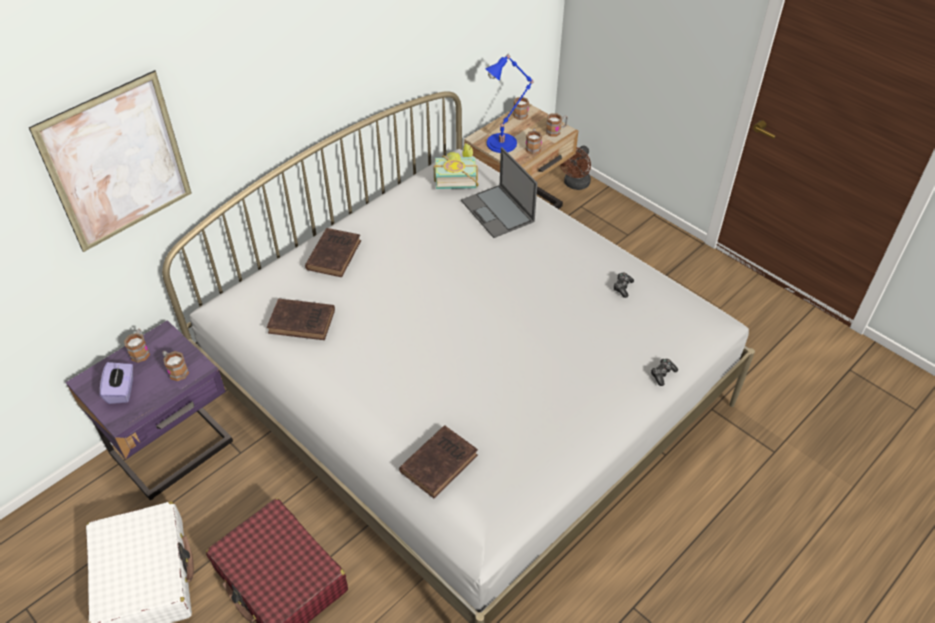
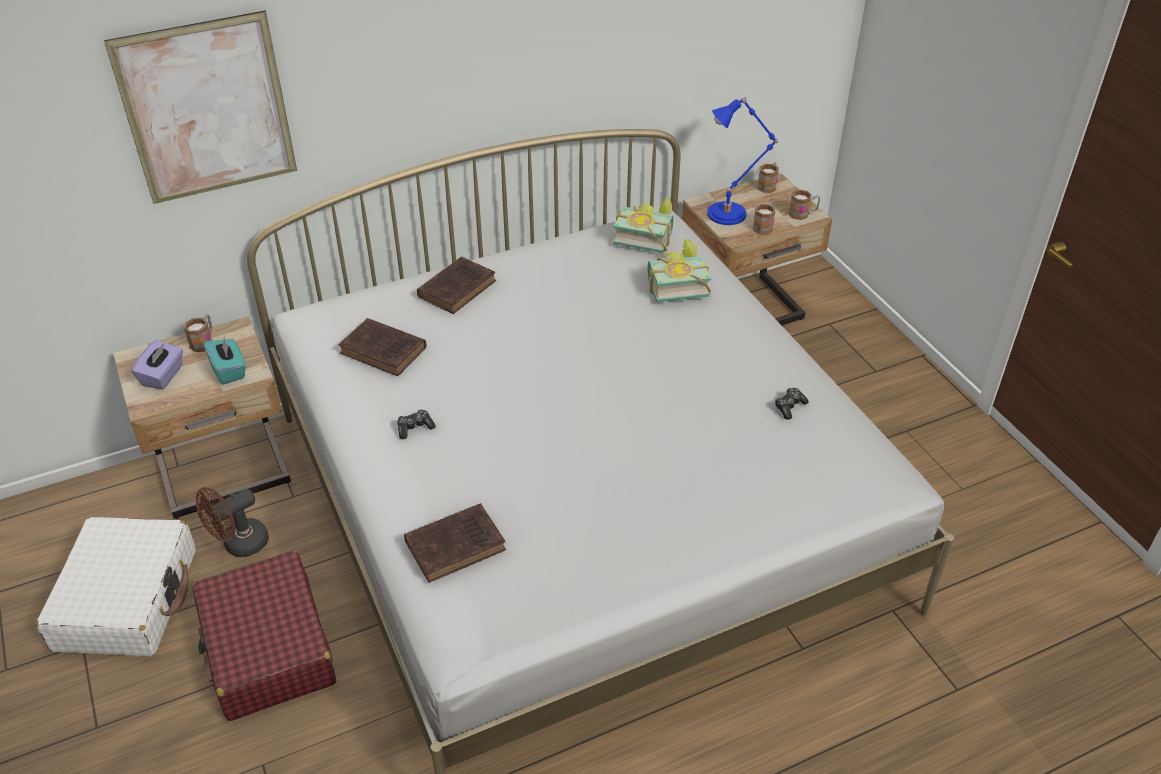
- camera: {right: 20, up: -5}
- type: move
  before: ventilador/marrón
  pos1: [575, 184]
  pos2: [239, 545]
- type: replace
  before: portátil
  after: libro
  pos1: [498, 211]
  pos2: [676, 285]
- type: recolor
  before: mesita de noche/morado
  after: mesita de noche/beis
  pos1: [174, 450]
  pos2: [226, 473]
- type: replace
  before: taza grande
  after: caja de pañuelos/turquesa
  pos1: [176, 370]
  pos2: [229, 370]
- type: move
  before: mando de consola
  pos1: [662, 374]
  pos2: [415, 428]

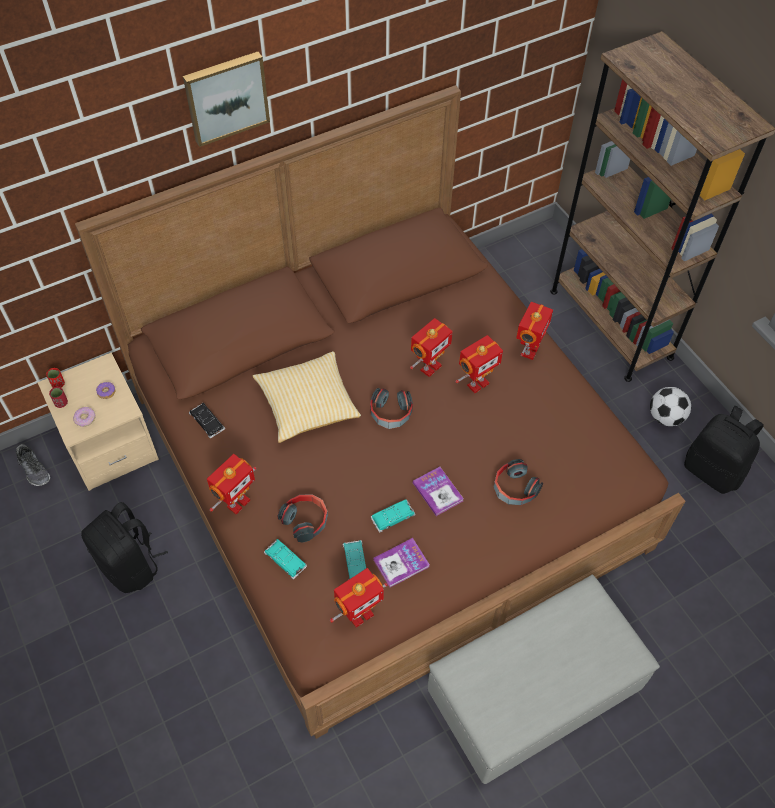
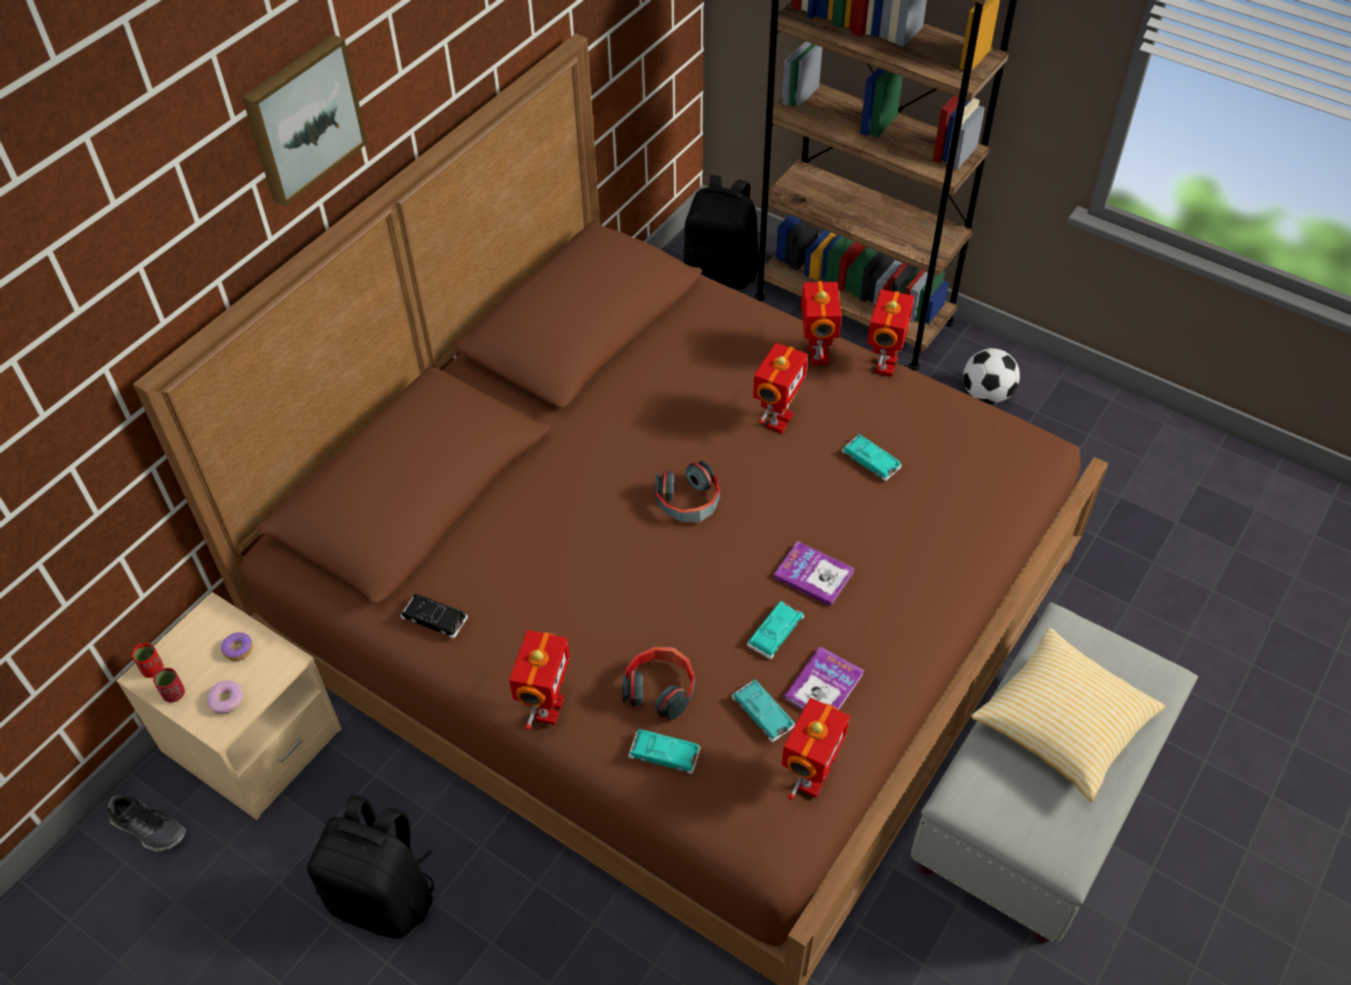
- camera: {right: -25, up: -5}
- type: move
  before: robot de juguete
  pos1: [429, 367]
  pos2: [884, 365]
- type: move
  before: cojín
  pos1: [307, 405]
  pos2: [1062, 725]
- type: move
  before: mochila/negro
  pos1: [713, 470]
  pos2: [721, 272]
- type: delete
  before: auriculares
  pos1: [514, 489]
- type: insert
  after: coche de juguete/turquesa
  pos2: [871, 460]

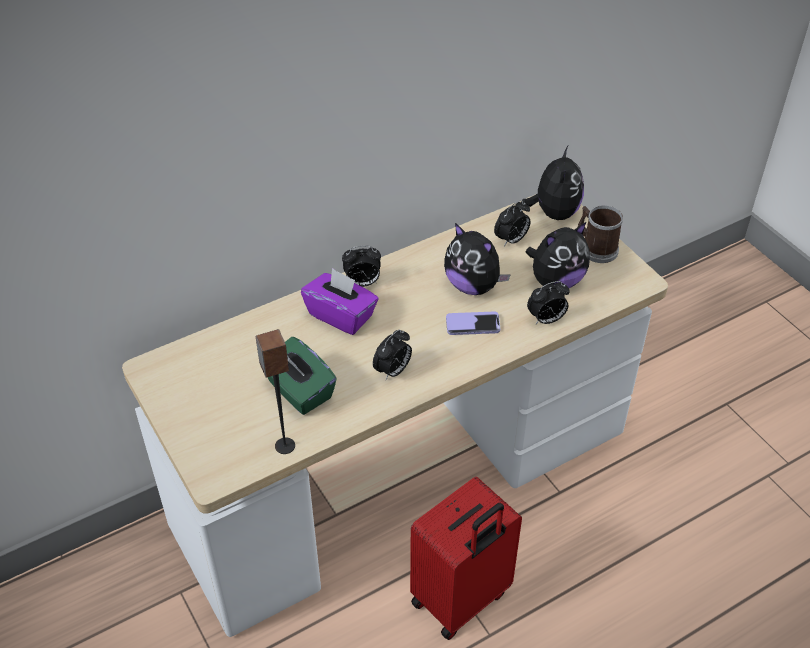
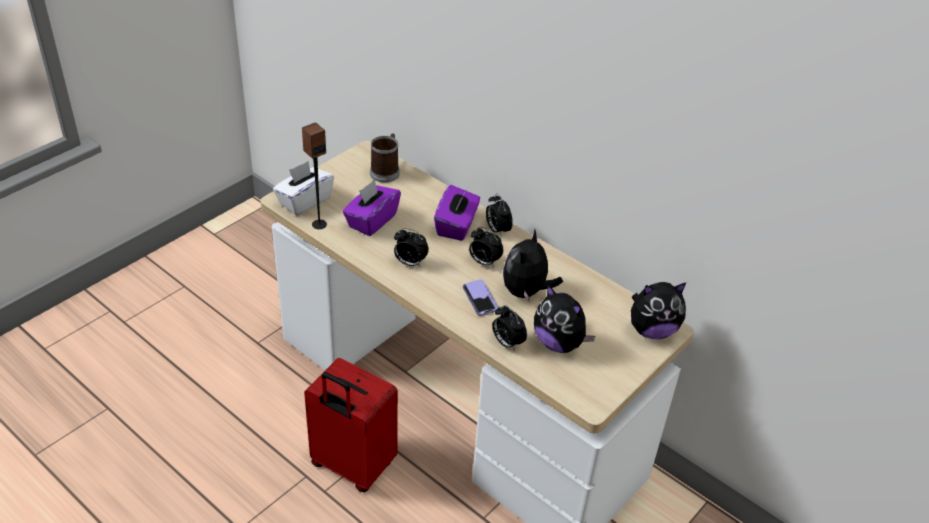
- camera: {right: 70, up: -5}
- type: move
  before: despertador
  pos1: [511, 240]
  pos2: [484, 262]
- type: move
  before: taza grande
  pos1: [595, 248]
  pos2: [386, 171]
- type: recolor
  before: caja de pañuelos/verde
  after: caja de pañuelos/morado
  pos1: [299, 391]
  pos2: [371, 221]
- type: insert
  after: caja de pañuelos/blanco
  pos2: [304, 201]

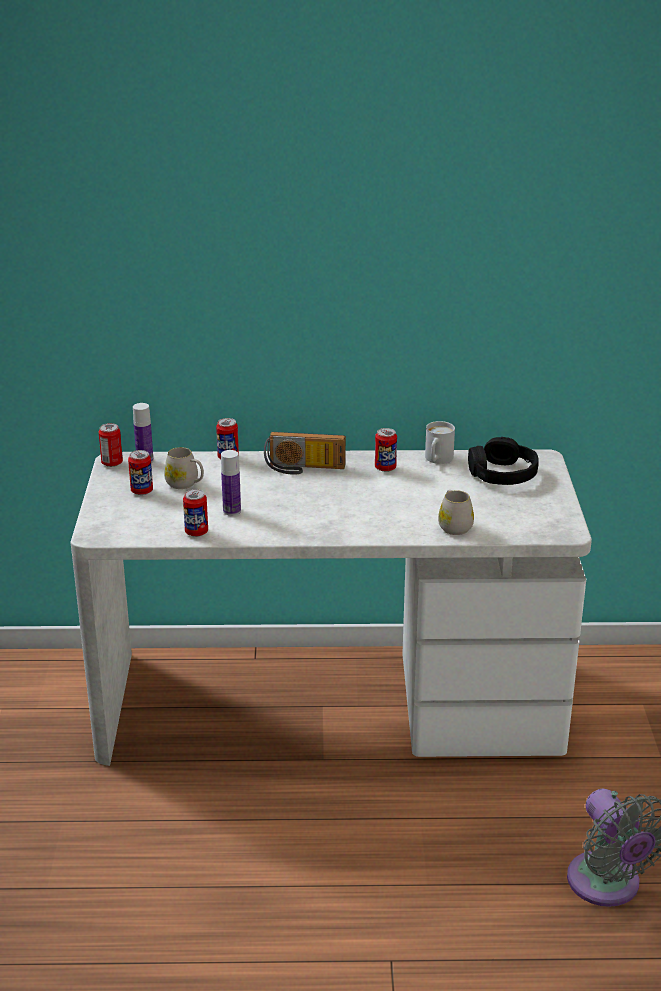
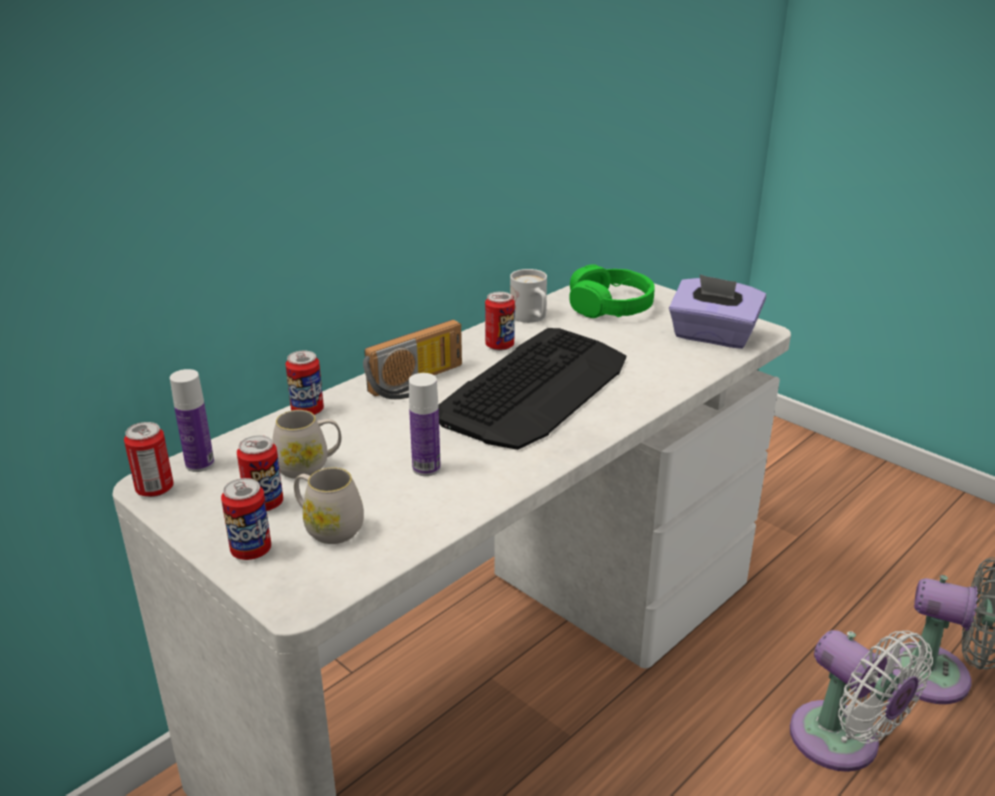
- camera: {right: -45, up: 0}
- type: recolor
  before: auriculares/negro
  after: auriculares/verde
  pos1: [502, 474]
  pos2: [610, 306]
- type: move
  before: lata
  pos1: [196, 532]
  pos2: [251, 551]
- type: move
  before: taza grande/blanco
  pos1: [453, 525]
  pos2: [328, 527]
- type: insert
  after: caja de pañuelos/morado
  pos2: [712, 336]
- type: insert
  after: teclado
  pos2: [536, 388]
- type: insert
  after: ventilador/blanco
  pos2: [842, 743]

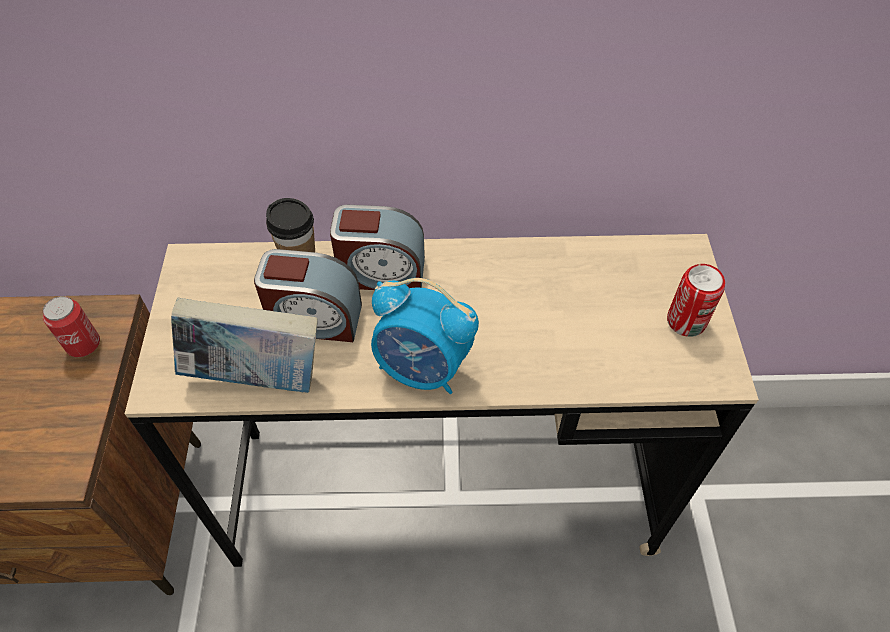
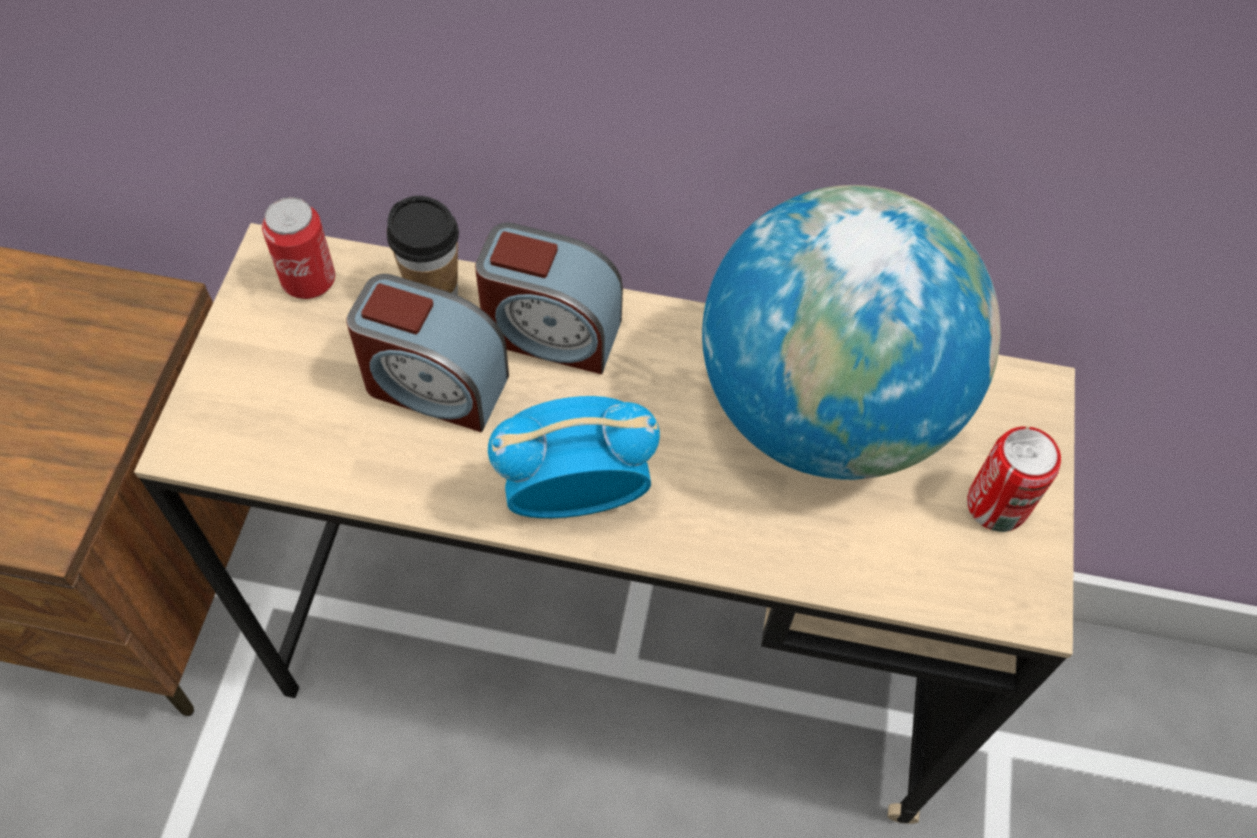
- camera: {right: 10, up: 5}
- type: rotate
  before: despertador
  pos1: [423, 369]
  pos2: [573, 496]
  turn: 135
- type: move
  before: lata
  pos1: [84, 345]
  pos2: [309, 281]
- type: delete
  before: libro
  pos1: [257, 377]
- type: insert
  after: globo terráqueo
  pos2: [823, 409]

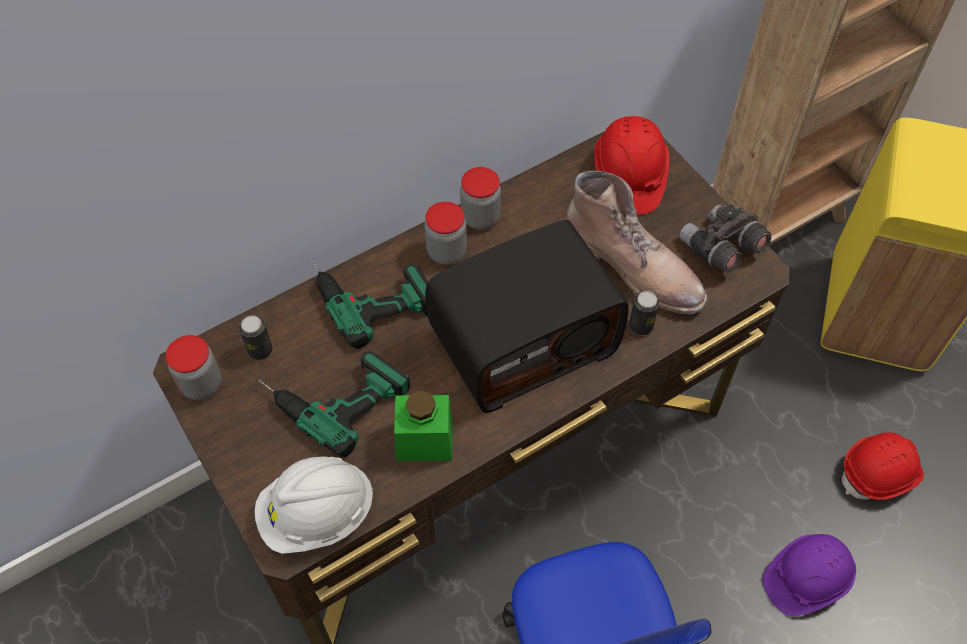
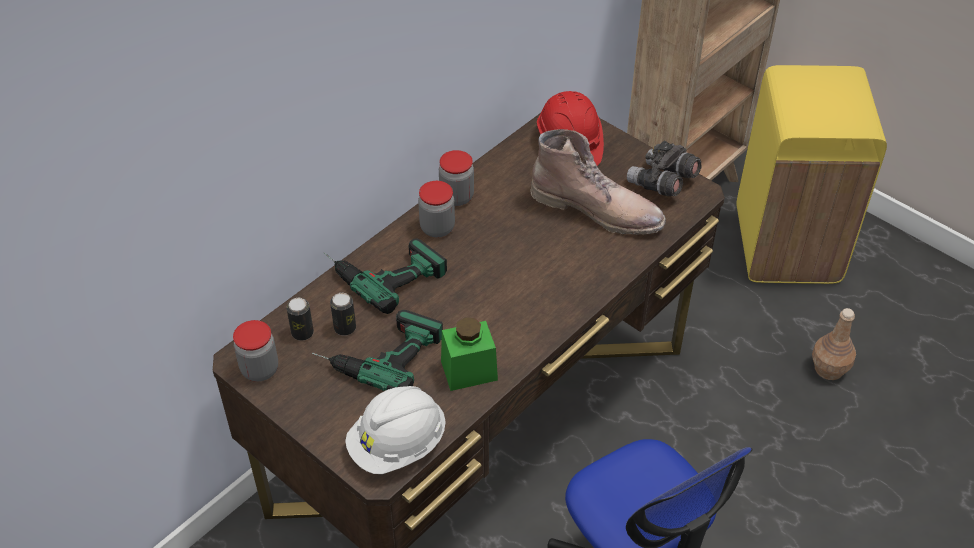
- camera: {right: -15, up: -10}
- type: delete
  before: radio
  pos1: [523, 339]
- type: move
  before: lata
  pos1: [641, 326]
  pos2: [345, 328]
- type: replace
  before: casco/rojo
  after: botella/marrón
  pos1: [880, 473]
  pos2: [829, 369]
- type: delete
  before: casco/morado
  pos1: [806, 578]

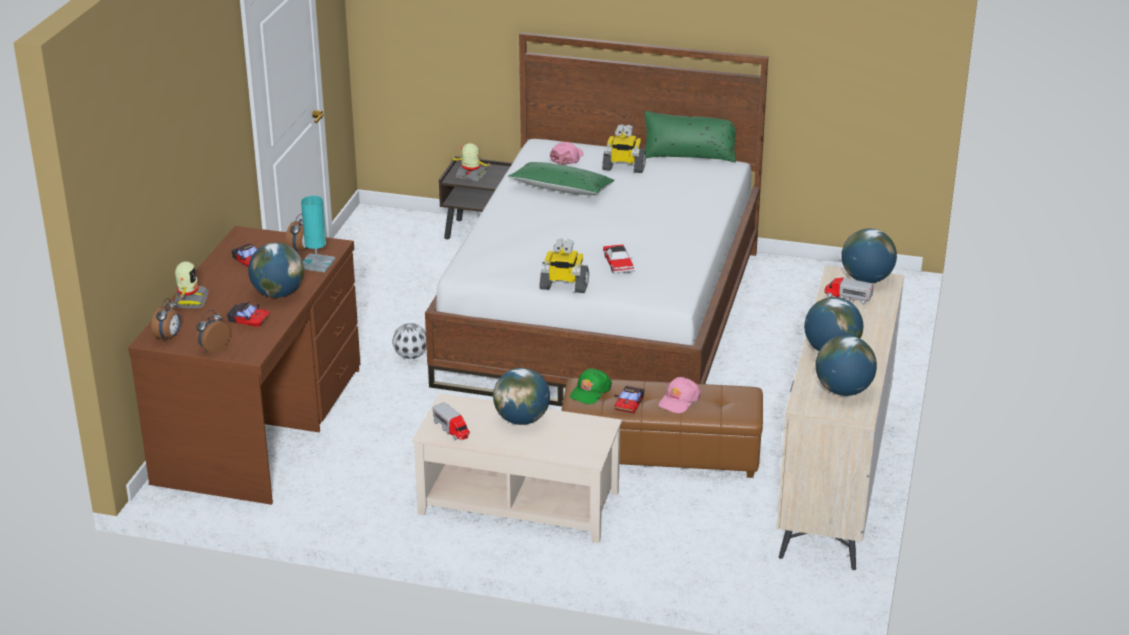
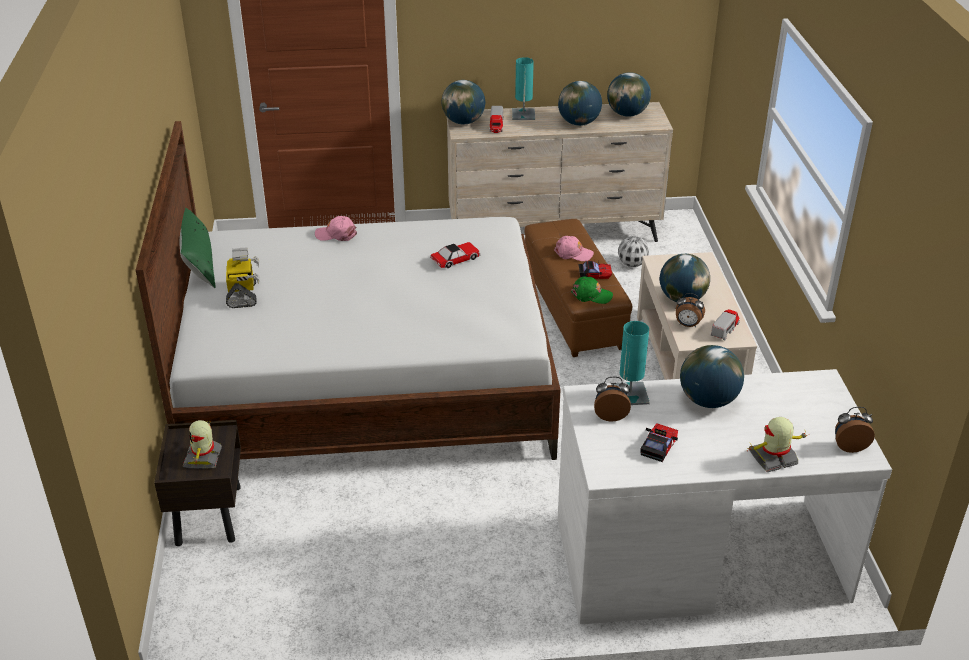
- camera: {right: -110, up: 5}
- type: move
  before: gorra/rosa
  pos1: [567, 157]
  pos2: [336, 234]
- type: delete
  before: cojín/verde
  pos1: [561, 189]
- type: recolor
  before: escritorio/marrón
  after: escritorio/blanco
  pos1: [261, 425]
  pos2: [698, 557]
- type: delete
  before: robot de juguete
  pos1: [563, 286]
- type: delete
  before: coche de juguete
  pos1: [249, 319]
- type: move
  before: despertador
  pos1: [213, 349]
  pos2: [687, 325]
- type: move
  before: balón de fútbol
  pos1: [410, 356]
  pos2: [632, 264]
- type: insert
  after: lámpara de mesa/turquesa
  pos2: [523, 114]

